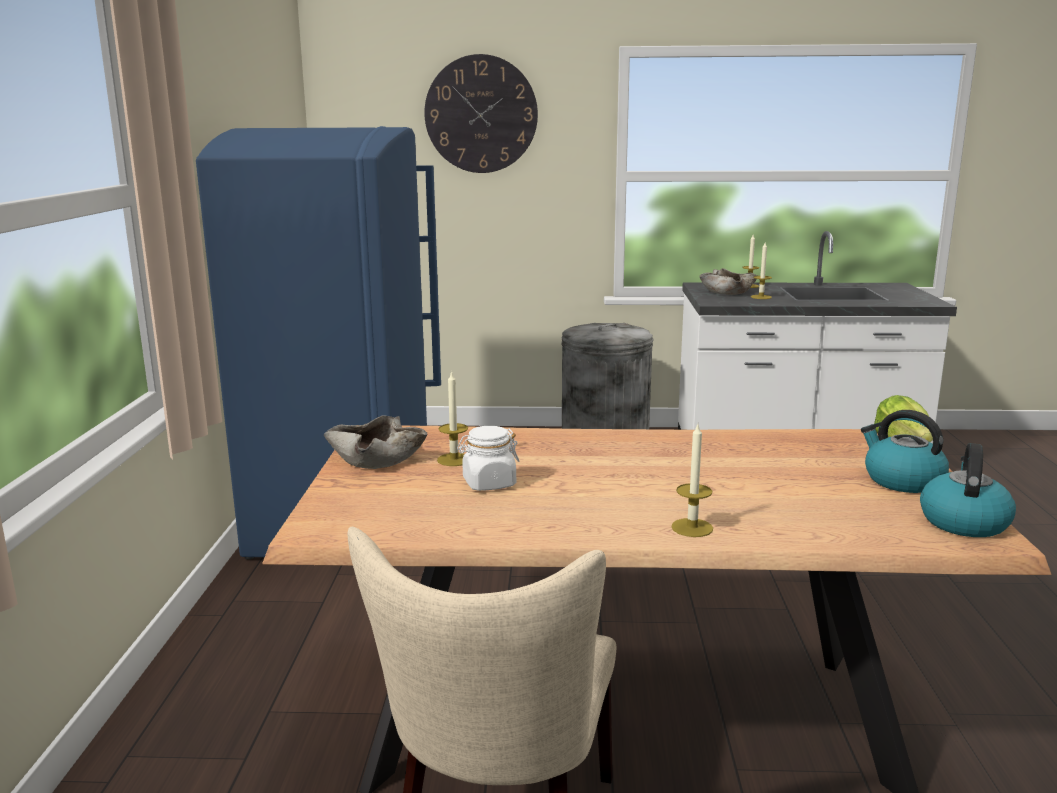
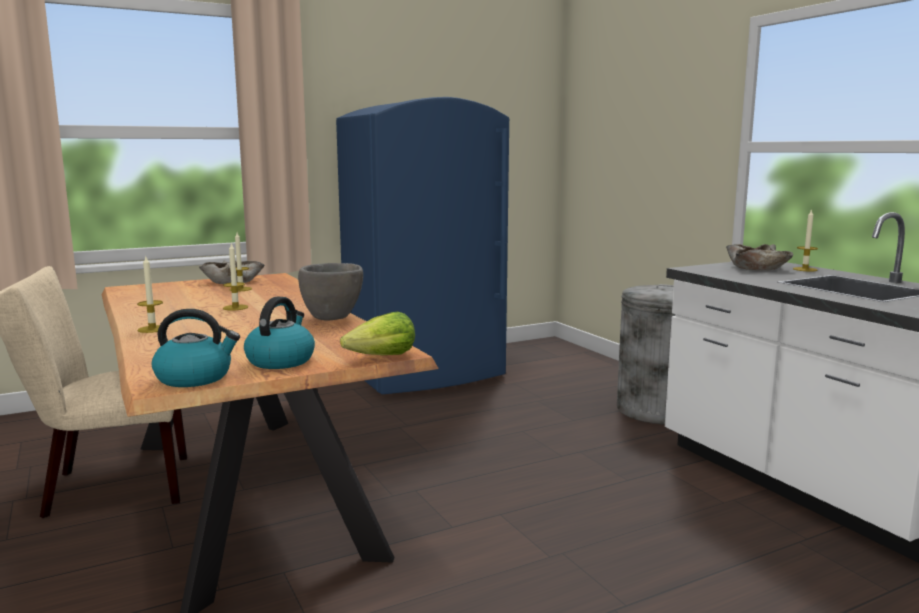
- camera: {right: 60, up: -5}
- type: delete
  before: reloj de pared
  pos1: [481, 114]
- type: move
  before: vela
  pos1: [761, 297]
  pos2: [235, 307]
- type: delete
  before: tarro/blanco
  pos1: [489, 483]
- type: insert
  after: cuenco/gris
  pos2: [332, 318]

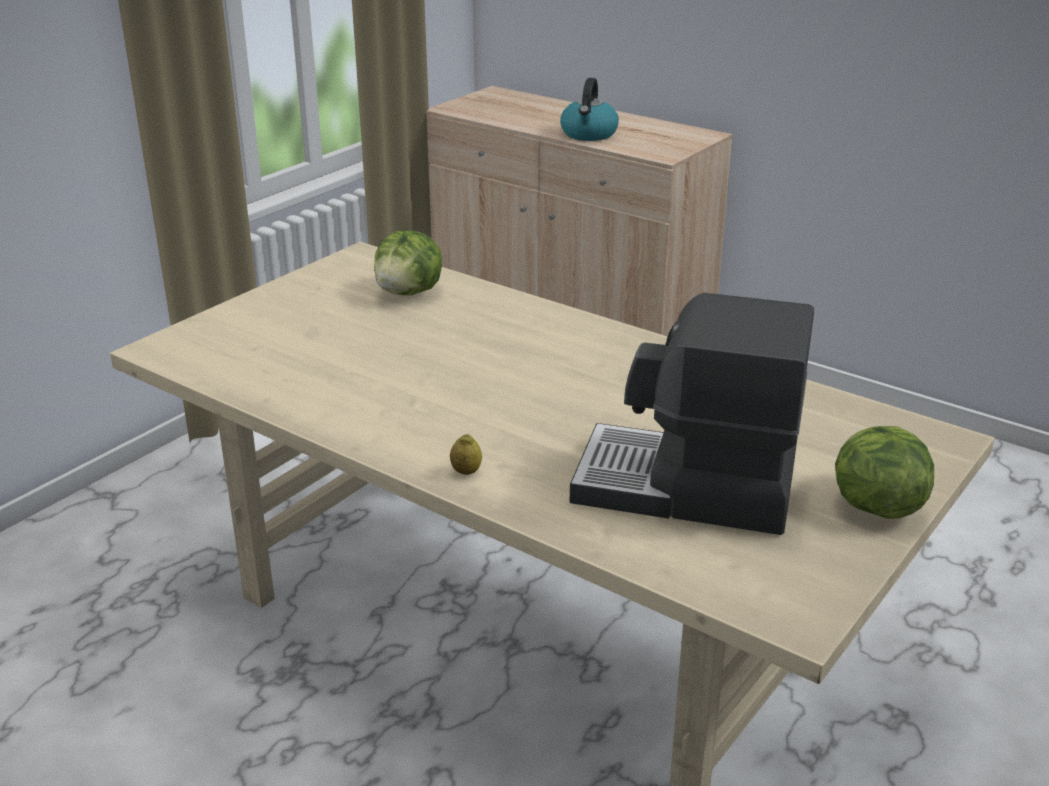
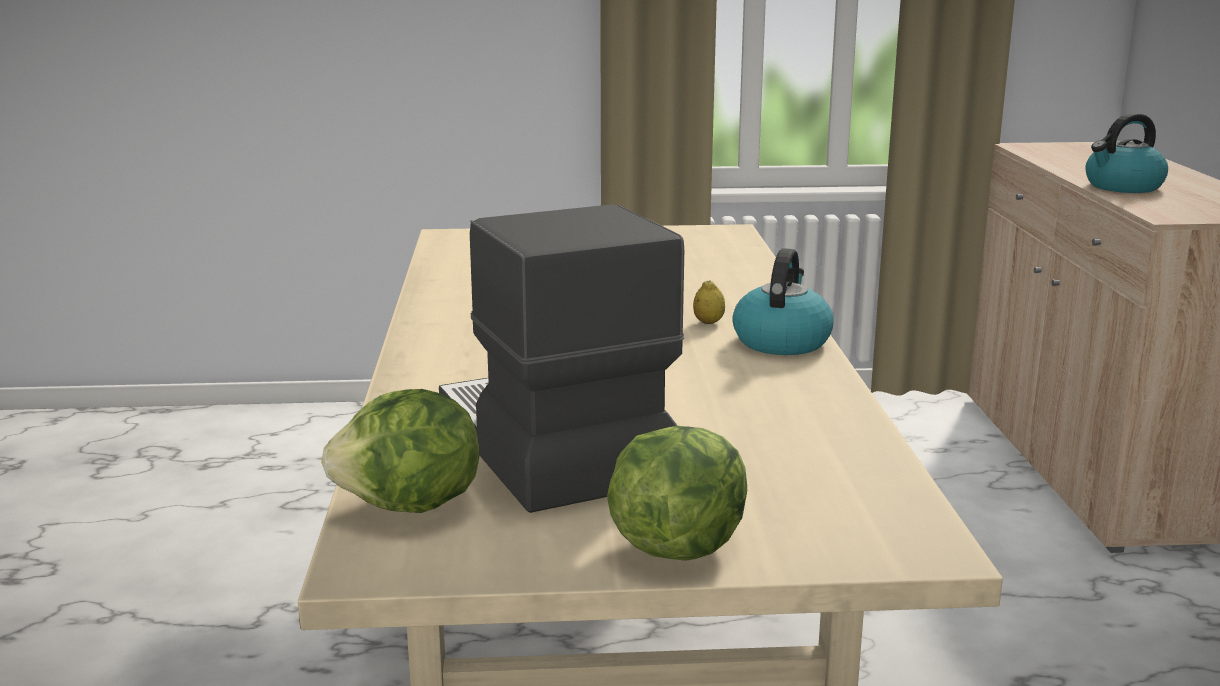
- camera: {right: 50, up: -10}
- type: move
  before: lechuga
  pos1: [409, 293]
  pos2: [410, 507]
- type: move
  before: limón
  pos1: [466, 471]
  pos2: [708, 322]
- type: insert
  after: hervidor
  pos2: [781, 341]

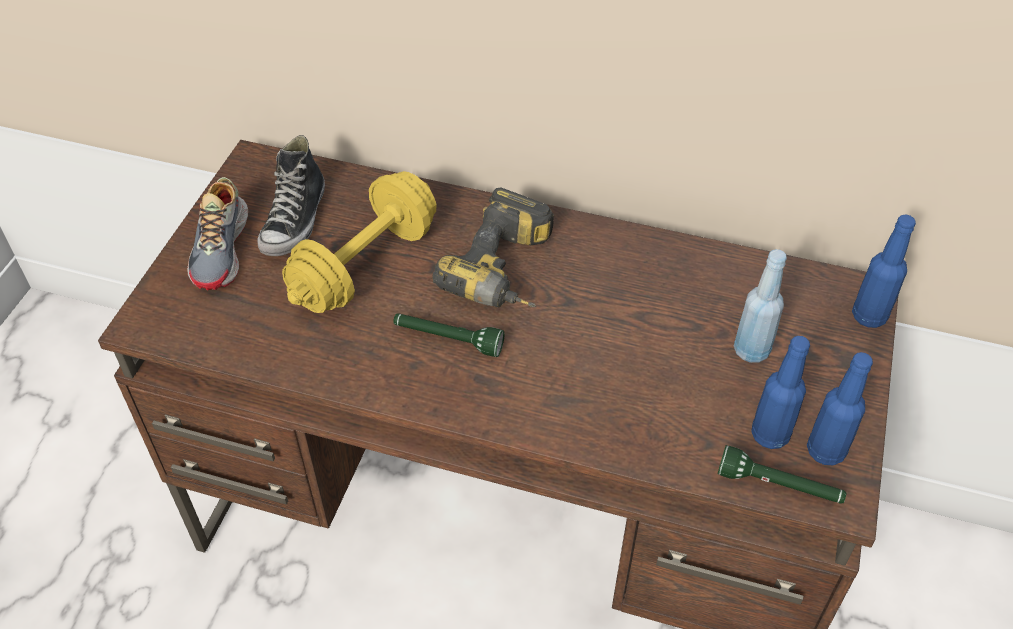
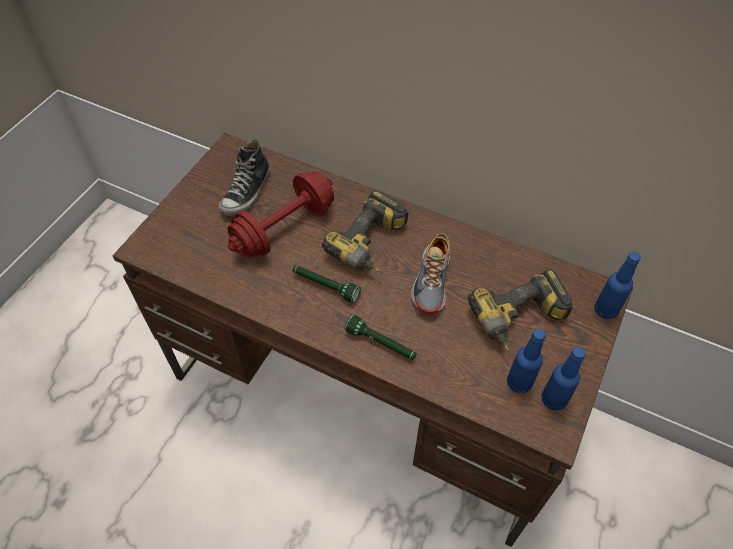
- camera: {right: 10, up: 5}
- type: recolor
  before: mancuerna/amarillo
  after: mancuerna/rojo
  pos1: [365, 265]
  pos2: [284, 229]
- type: move
  before: zapato
  pos1: [222, 249]
  pos2: [432, 281]
- type: replace
  before: botella/azul
  after: taladro
  pos1: [751, 350]
  pos2: [520, 322]
- type: move
  before: linterna/verde
  pos1: [779, 486]
  pos2: [381, 344]

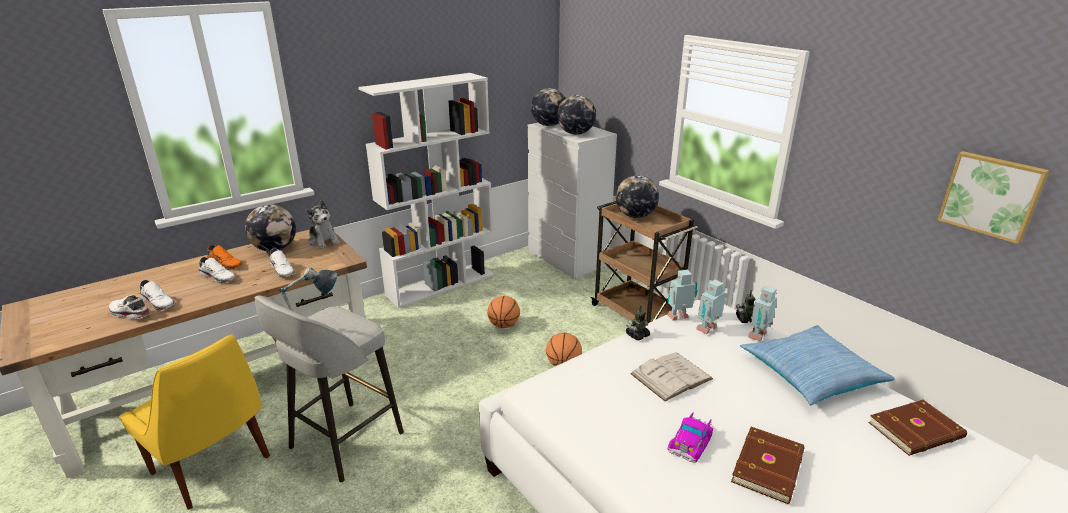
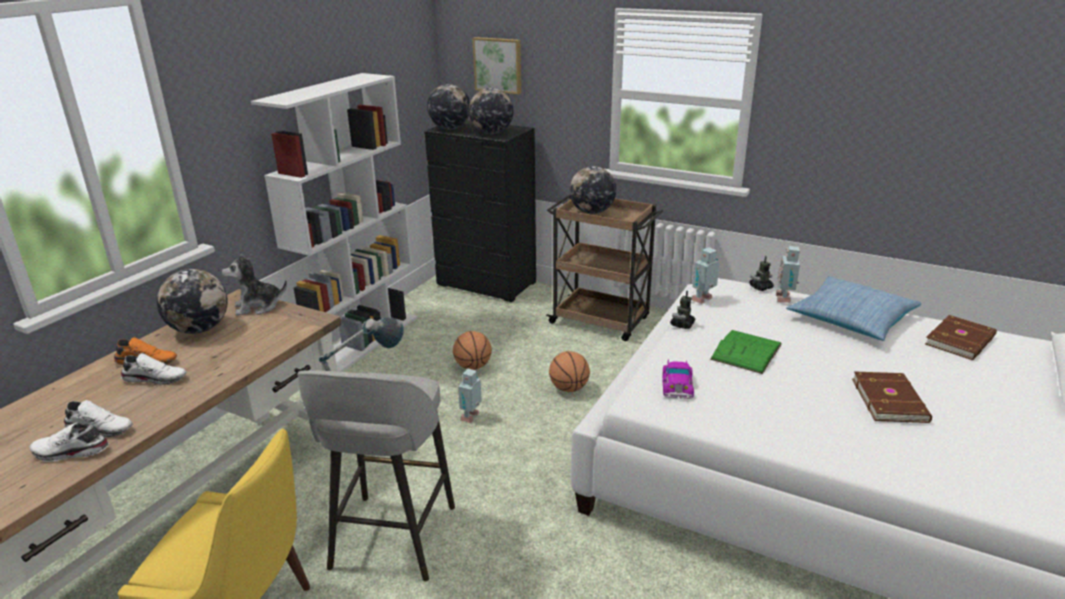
- camera: {right: -25, up: 0}
- type: recolor
  before: cómoda/blanco
  after: cómoda/negro
  pos1: [567, 260]
  pos2: [487, 284]
- type: move
  before: cuadro
  pos1: [991, 195]
  pos2: [498, 65]
- type: rotate
  before: peluche
  pos1: [324, 241]
  pos2: [258, 307]
  turn: 135
- type: delete
  before: zapato/blanco
  pos1: [283, 270]
- type: move
  before: robot de juguete
  pos1: [708, 329]
  pos2: [471, 417]
- type: recolor
  before: libro/blanco
  after: libro/verde
  pos1: [671, 376]
  pos2: [746, 351]
- type: move
  before: coche de juguete
  pos1: [691, 441]
  pos2: [677, 383]

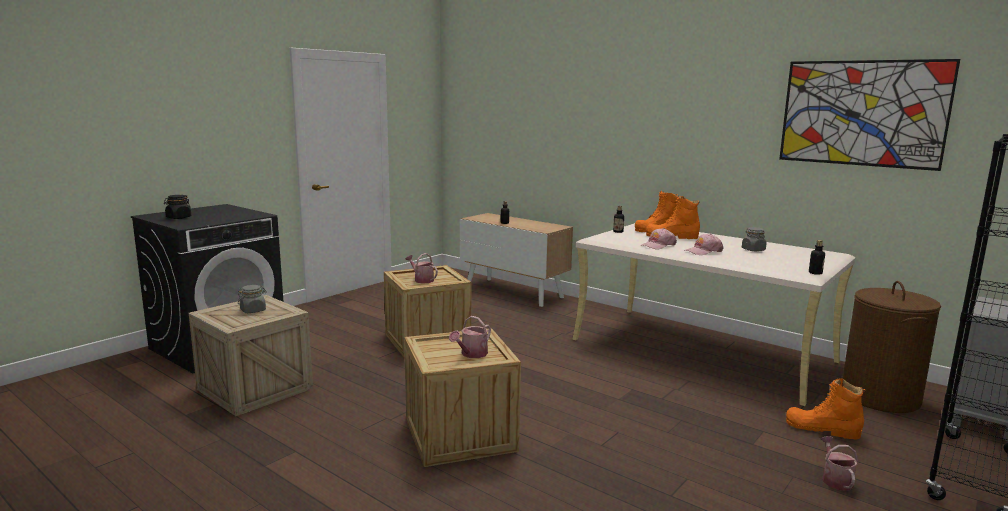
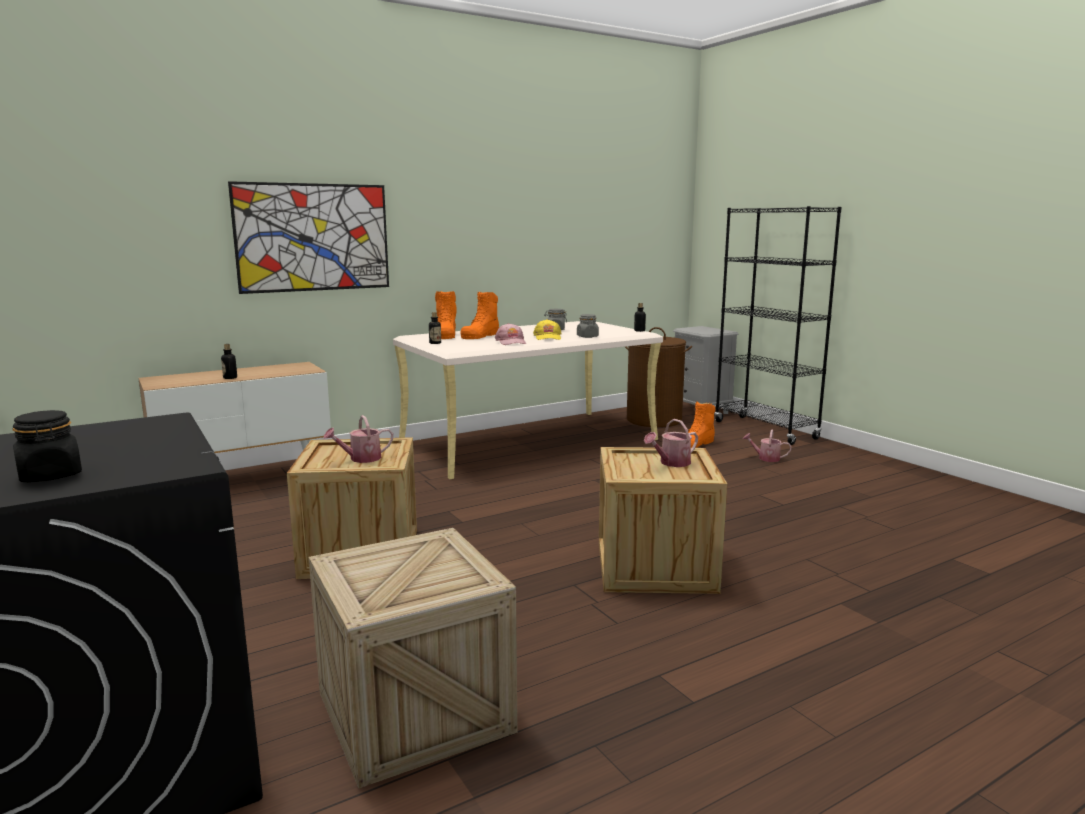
- camera: {right: -70, up: 0}
- type: move
  before: cuadro
  pos1: [862, 113]
  pos2: [313, 237]
- type: recolor
  before: gorra/rosa
  after: gorra/amarillo
  pos1: [703, 251]
  pos2: [548, 337]
- type: move
  before: tarro/gris
  pos1: [253, 310]
  pos2: [587, 336]
- type: rotate
  before: regadera
  pos1: [471, 354]
  pos2: [671, 463]
  turn: 90

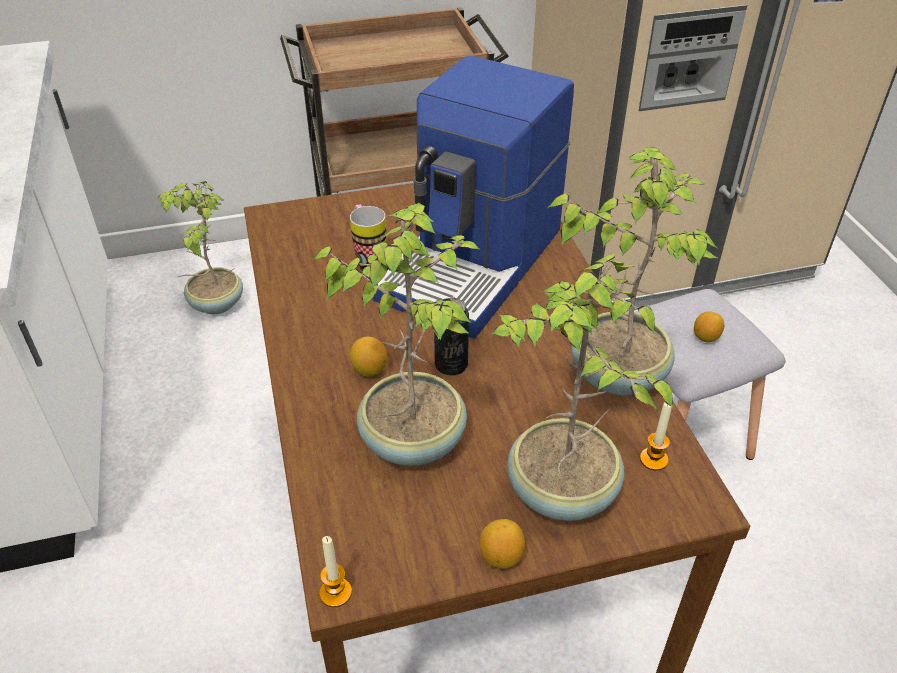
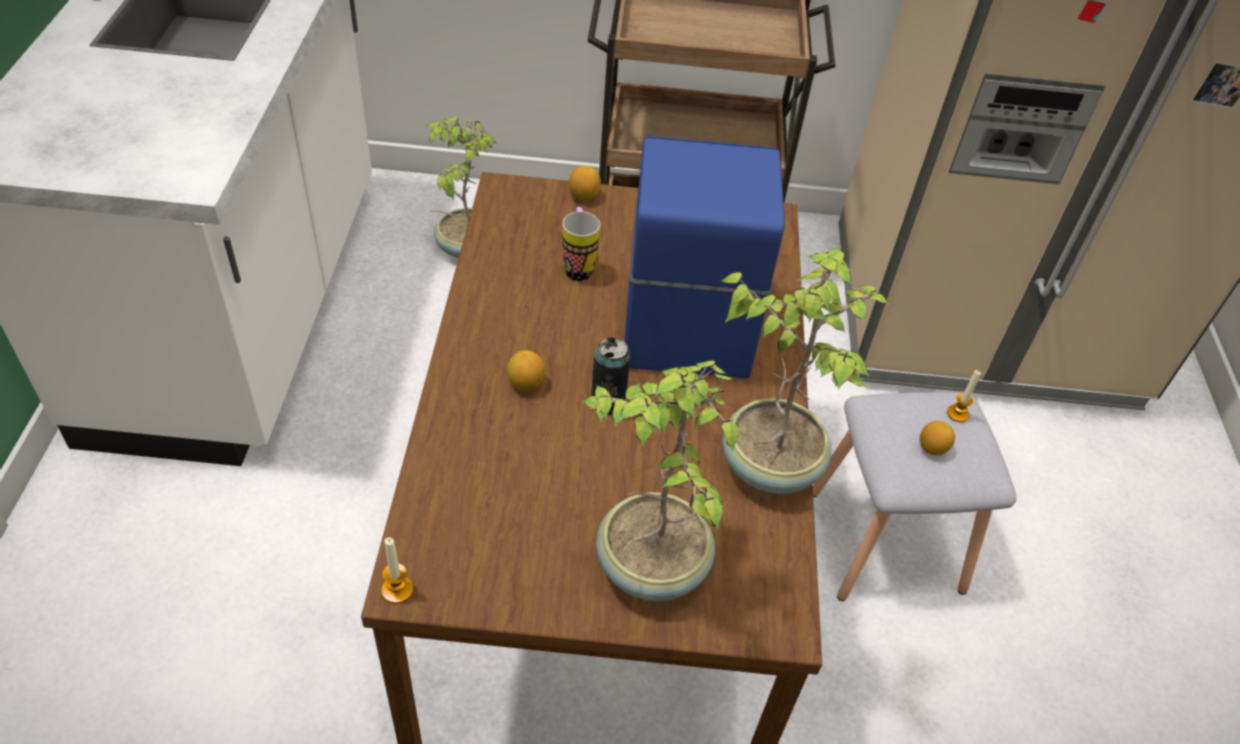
- camera: {right: 15, up: 5}
- type: rotate
  before: cafetera
  pos1: [474, 263]
  pos2: [684, 300]
  turn: 135
- type: delete
  before: planta en maceta
  pos1: [413, 438]
- type: move
  before: vela
  pos1: [653, 459]
  pos2: [957, 414]
- type: move
  before: limón
  pos1: [501, 557]
  pos2: [583, 196]

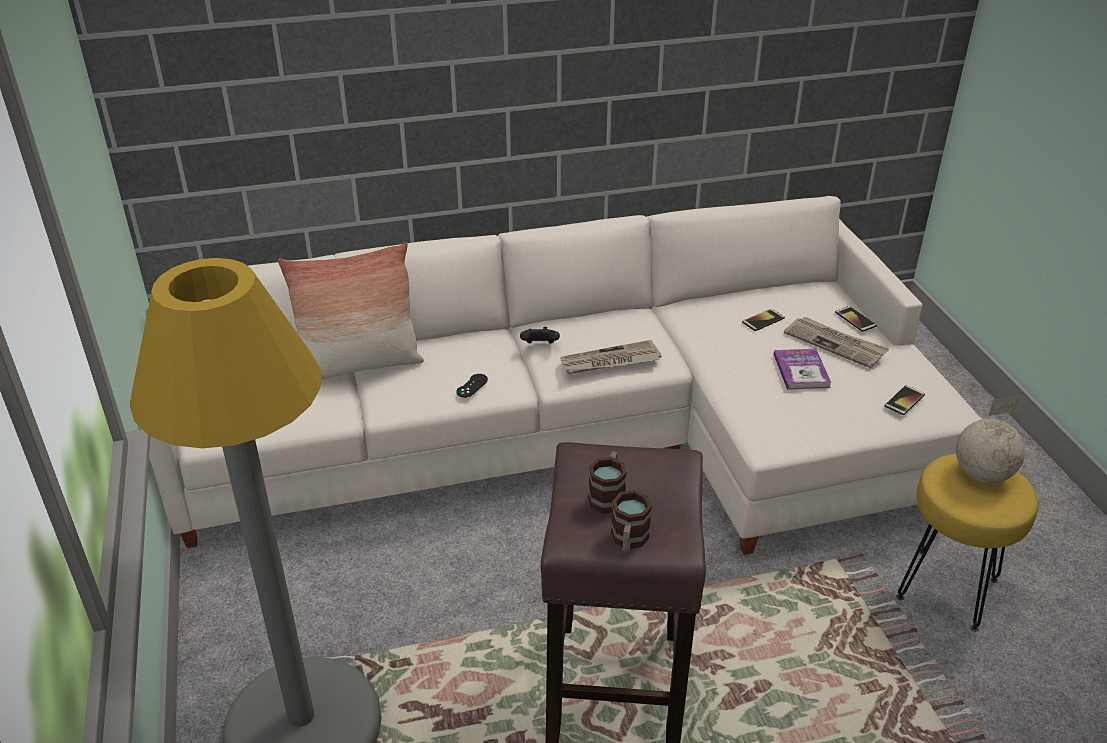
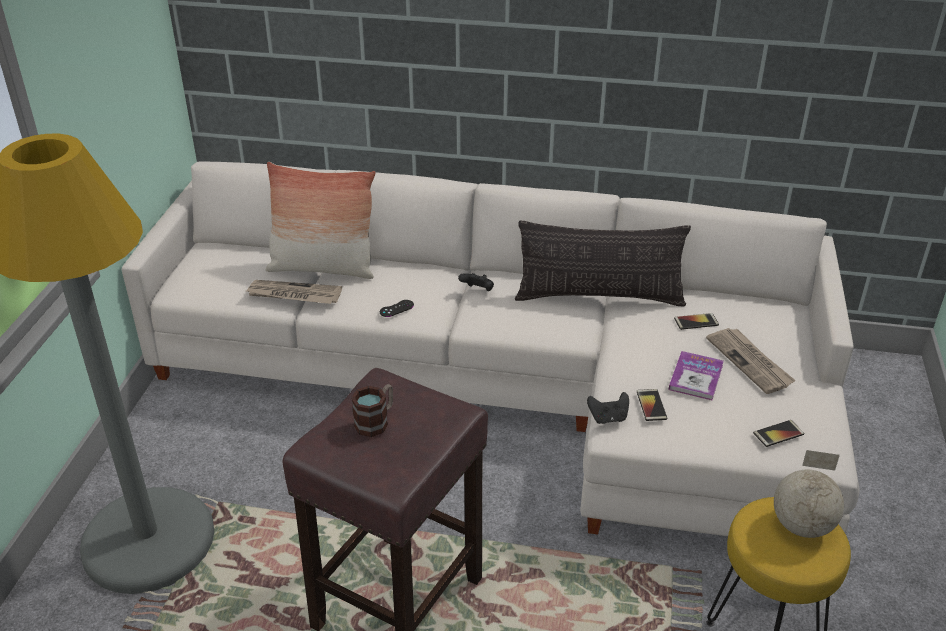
- camera: {right: 25, up: 0}
- type: move
  before: móvil
  pos1: [855, 319]
  pos2: [651, 405]
- type: move
  before: periódico
  pos1: [610, 361]
  pos2: [293, 295]
- type: delete
  before: taza grande
  pos1: [628, 541]
- type: insert
  after: cojín
  pos2: [599, 296]
- type: insert
  after: mando de consola/negro
  pos2: [608, 418]

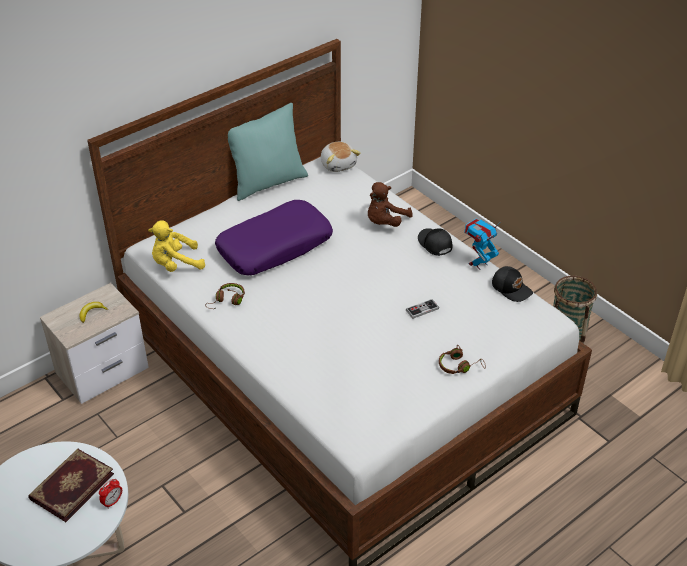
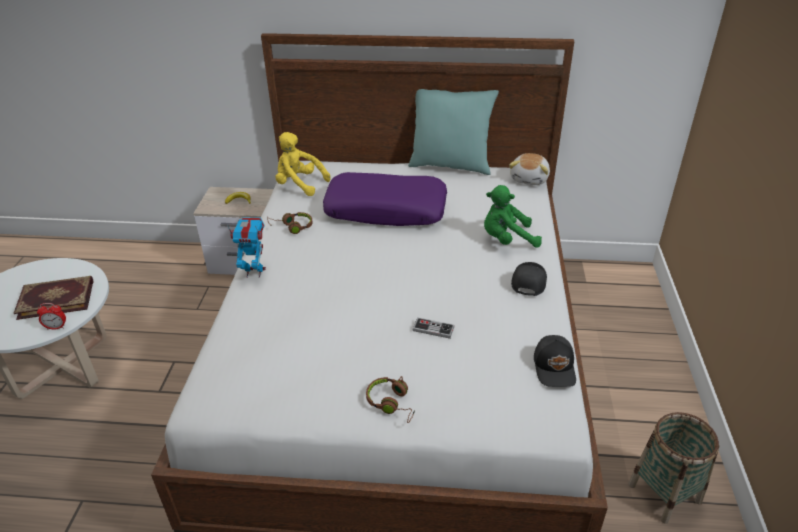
- camera: {right: 45, up: -5}
- type: recolor
  before: peluche/marrón
  after: peluche/verde
  pos1: [385, 222]
  pos2: [507, 240]
- type: move
  before: robot de juguete
  pos1: [478, 263]
  pos2: [254, 272]

